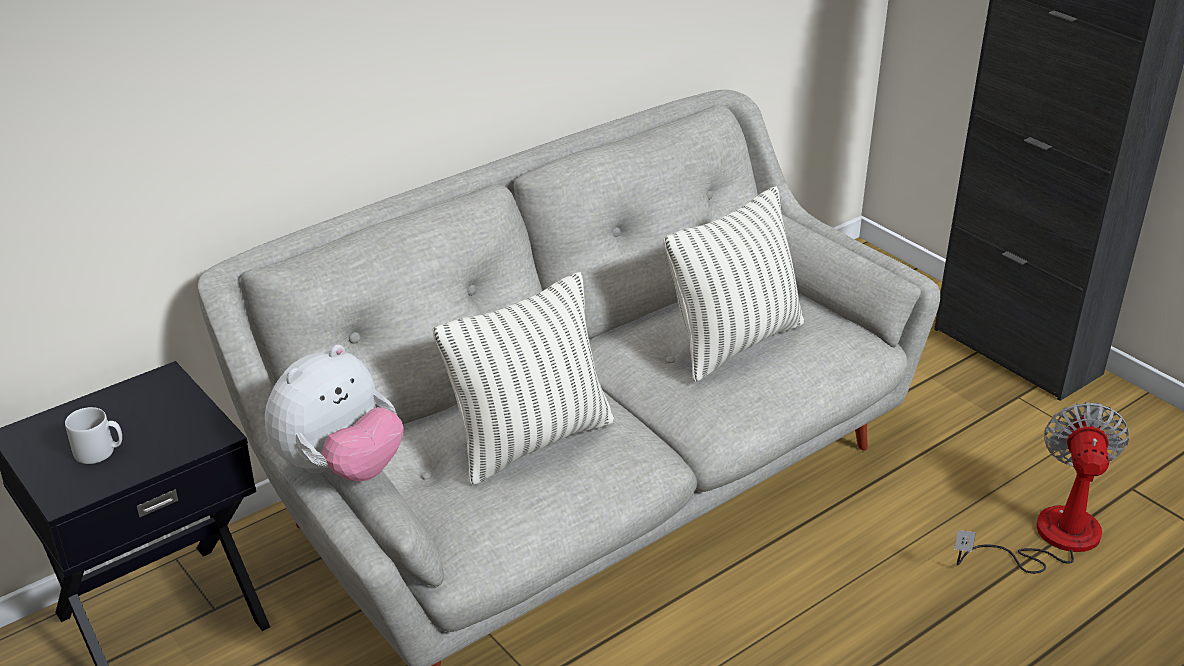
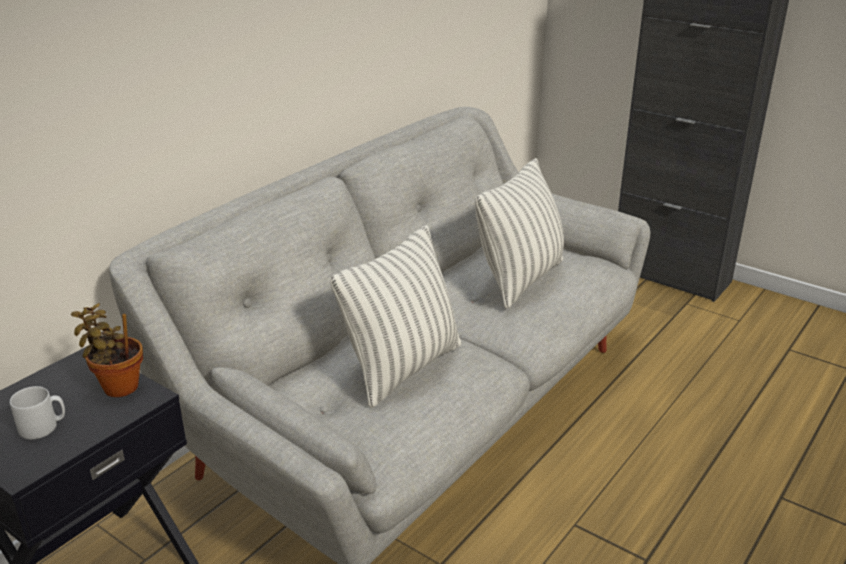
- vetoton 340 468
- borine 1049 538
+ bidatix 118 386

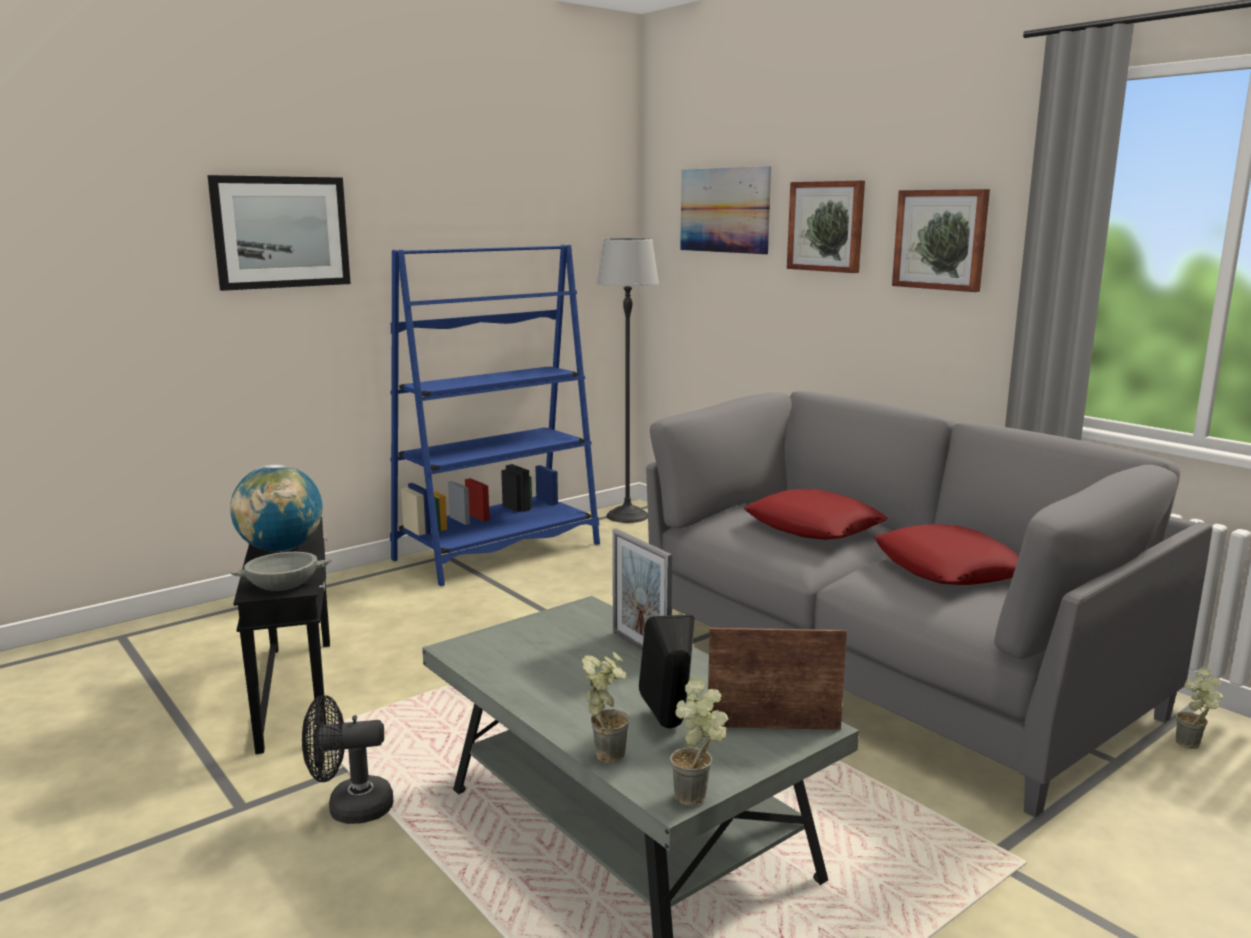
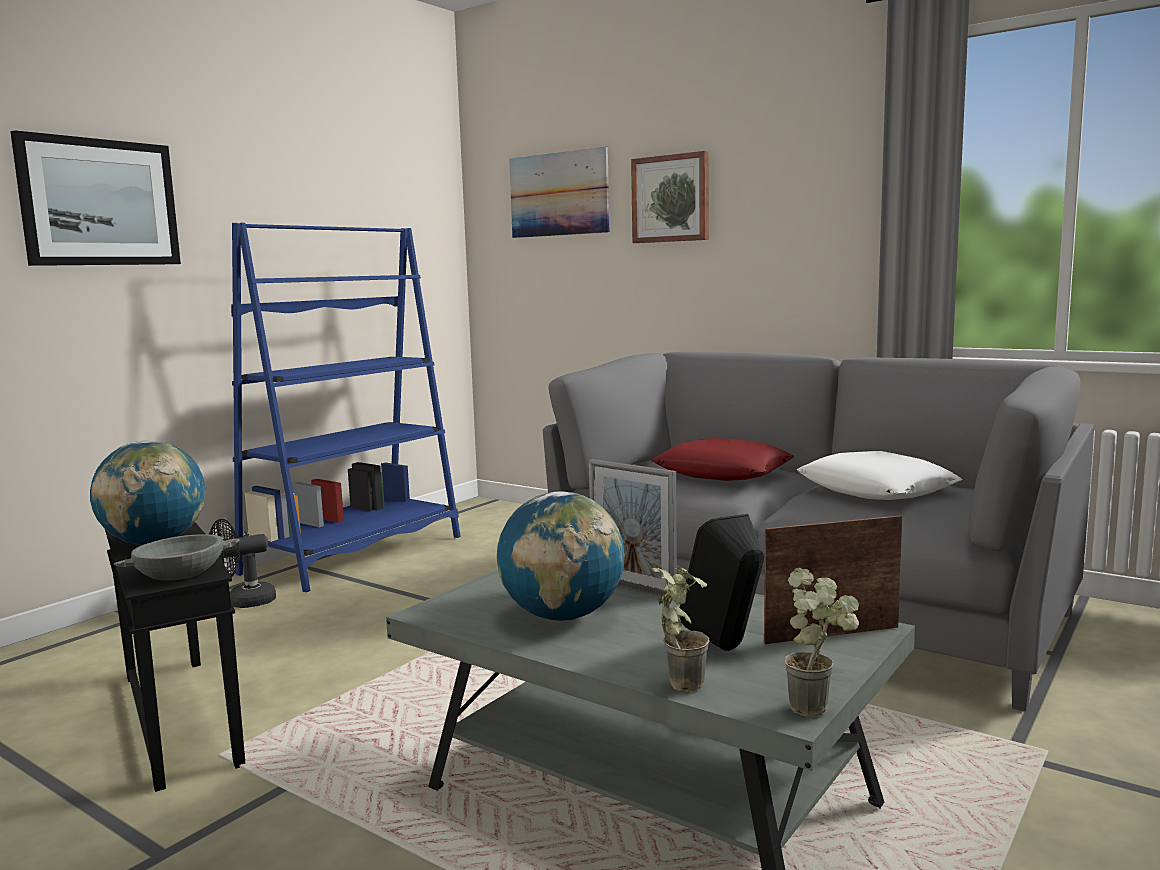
- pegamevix 941 239
- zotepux 627 516
~ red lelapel 948 568 to white lelapel 876 489
- bidatix 1194 747
~ black borine 349 808 to 244 602
+ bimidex 562 616

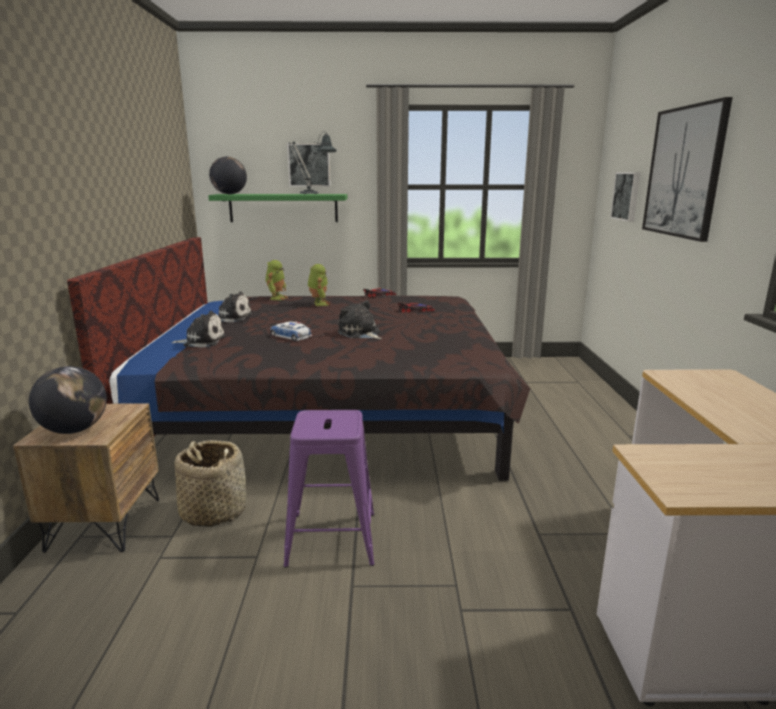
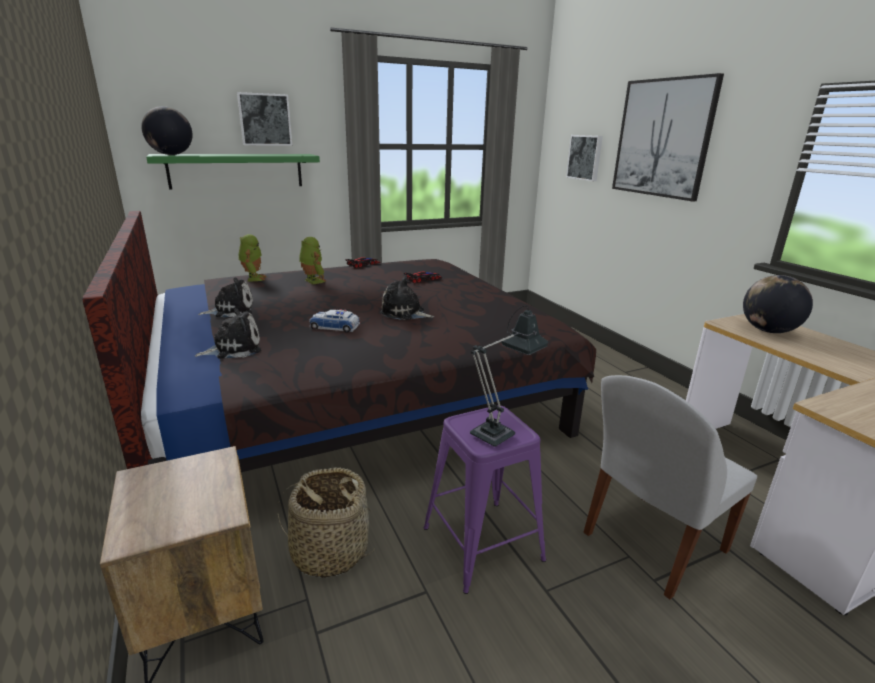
~ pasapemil 313 194 to 498 431
~ bimidex 74 430 to 768 331
+ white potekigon 651 543

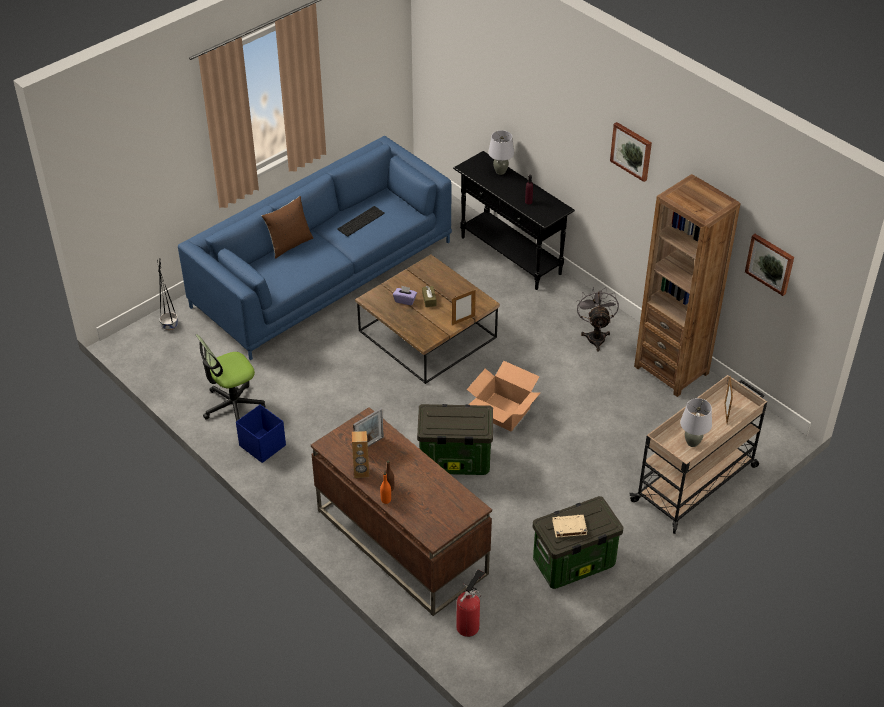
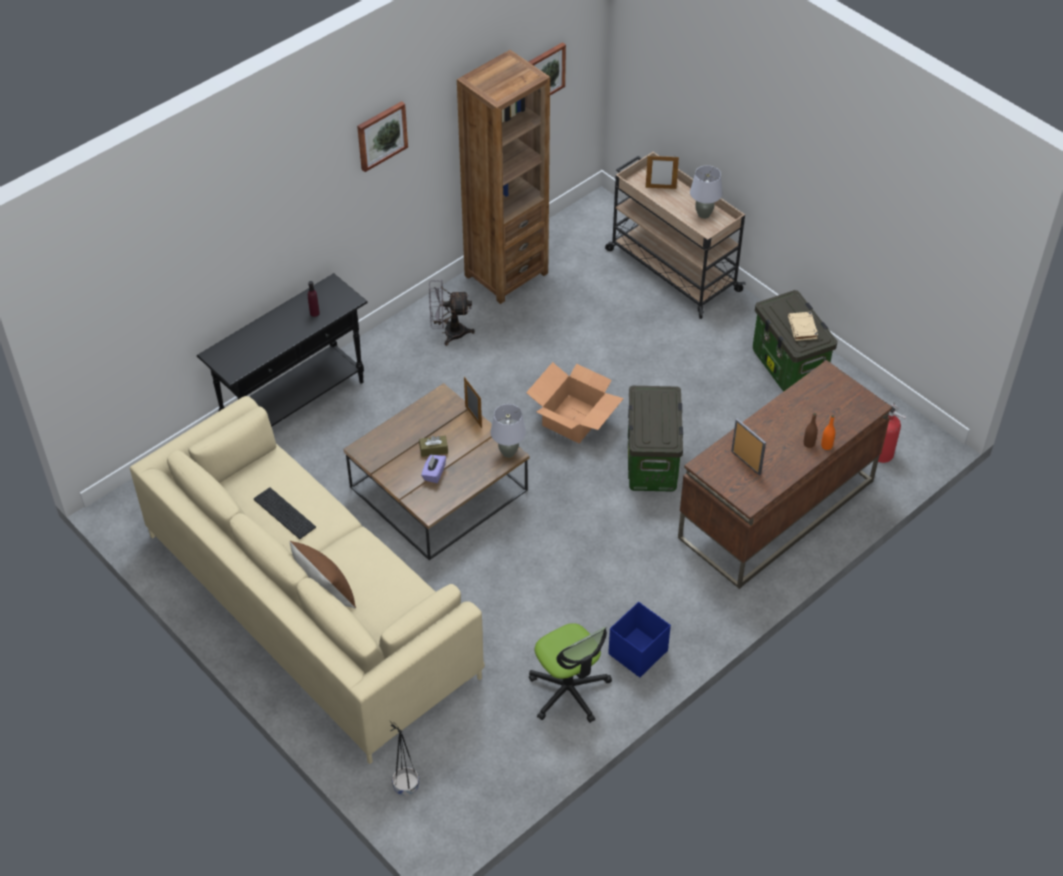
~ grey pasapemil 500 171 to 508 452
~ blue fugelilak 323 274 to beige fugelilak 311 604
- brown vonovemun 361 472

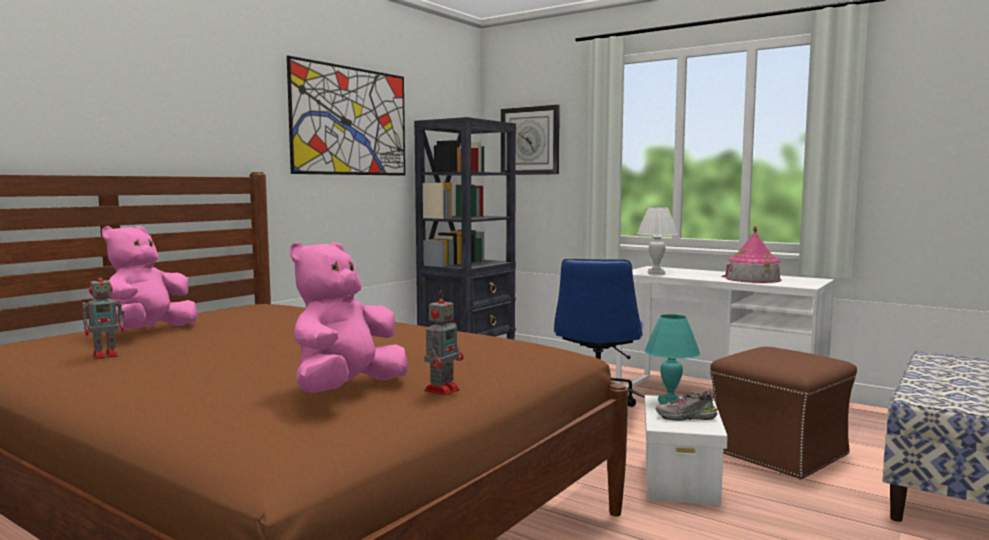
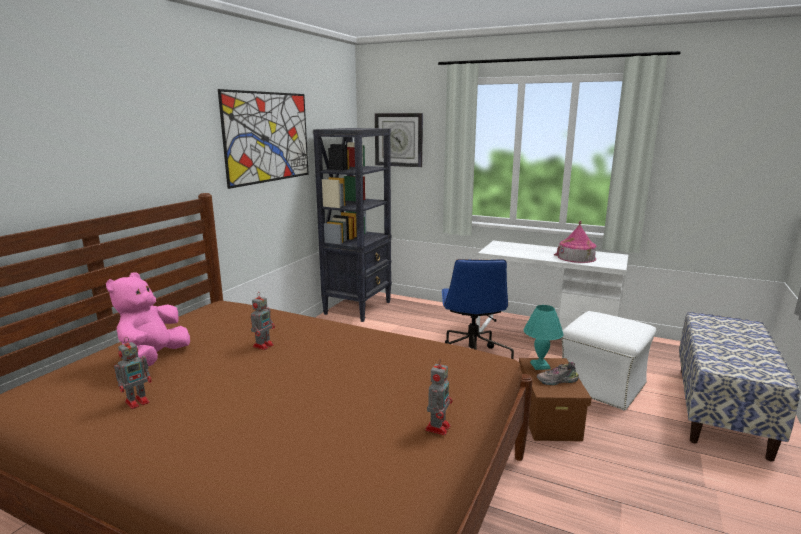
- white pasapemil 655 273
- pink vetoton 346 390
~ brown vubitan 779 453 to white vubitan 602 386
~ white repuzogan 681 479 to brown repuzogan 549 418
+ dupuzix 264 345

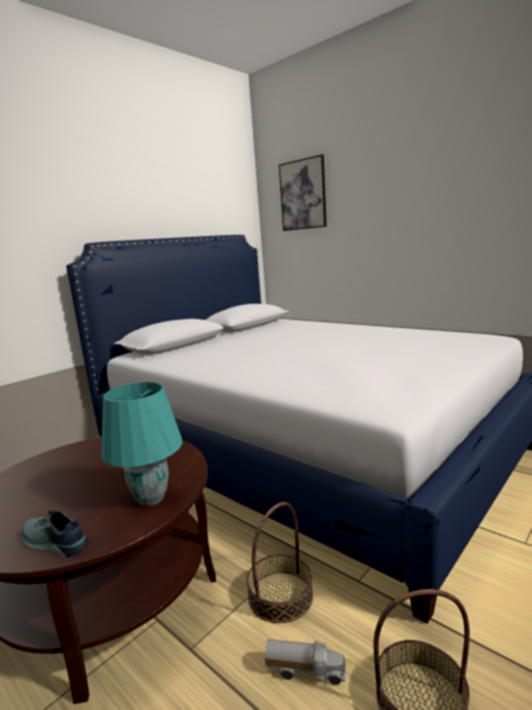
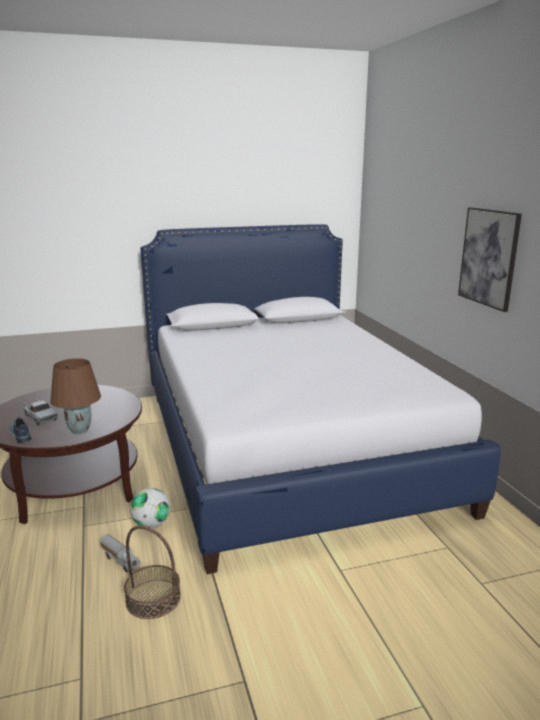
~ pegamevix 303 195 to 489 257
~ turquoise pasapemil 151 498 to brown pasapemil 80 430
~ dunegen 280 595 to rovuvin 151 524
+ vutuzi 40 417

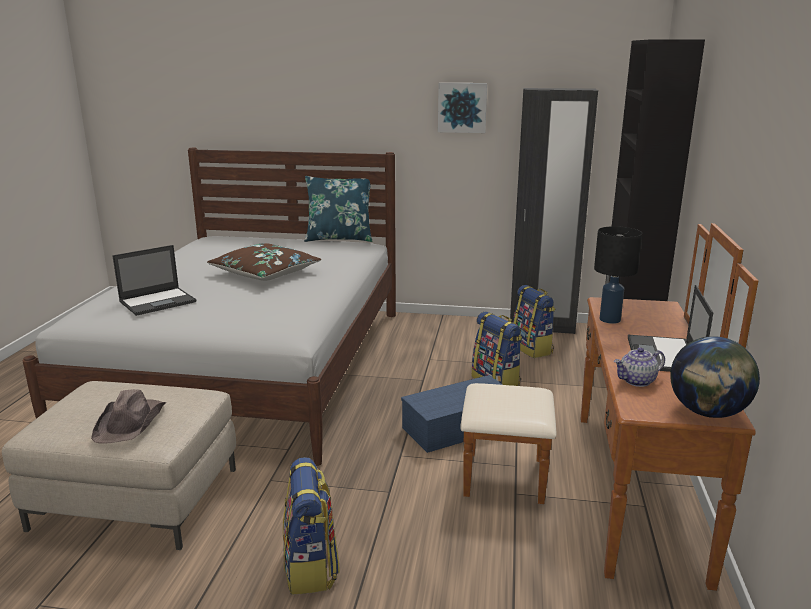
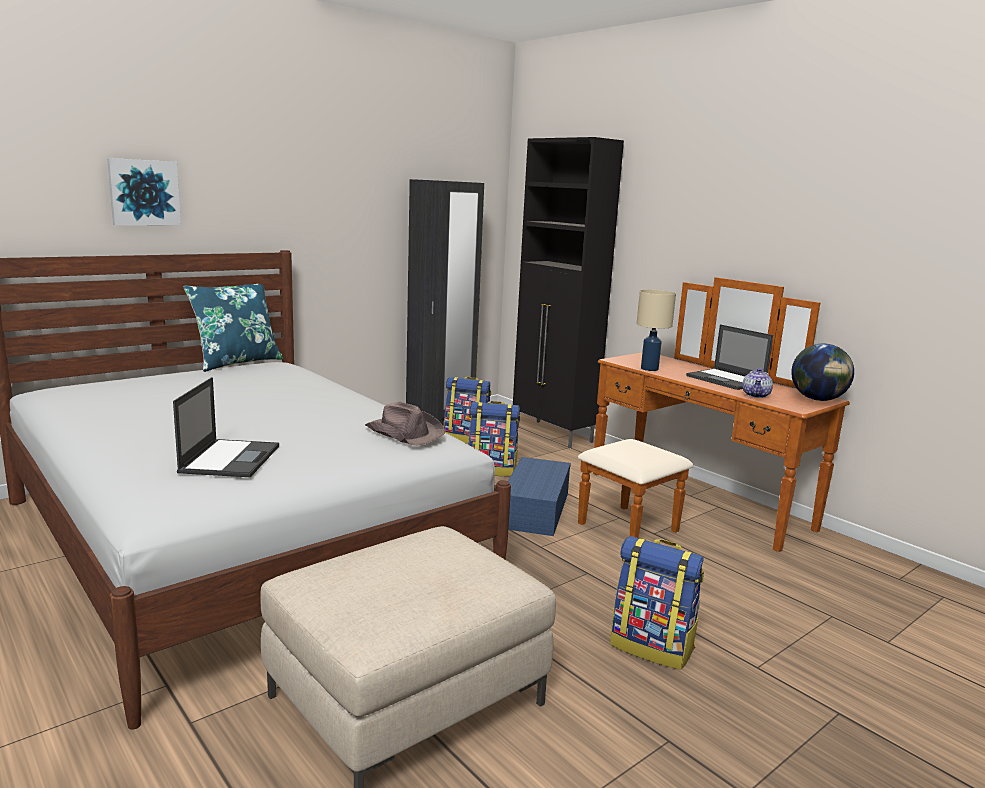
~ pegamevix 462 107 to 144 192
~ black pasapemil 610 319 to beige pasapemil 649 369
- brown lelapel 265 273
~ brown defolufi 131 422 to 404 432

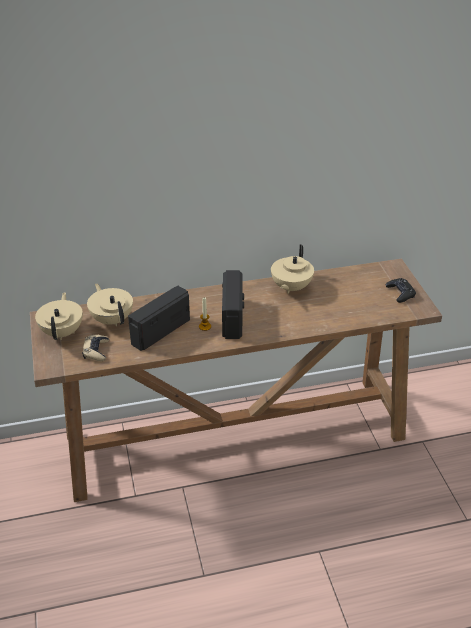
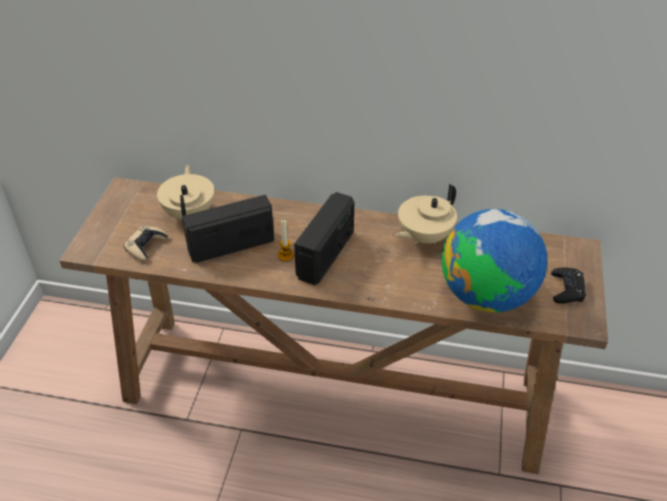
- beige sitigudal 62 332
+ bimidex 487 296

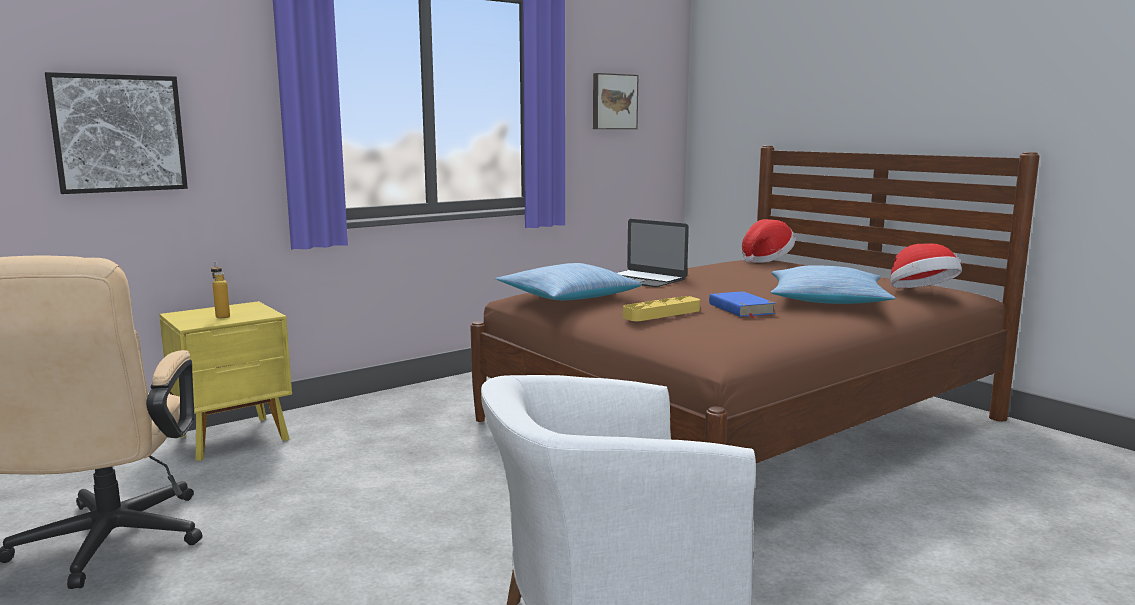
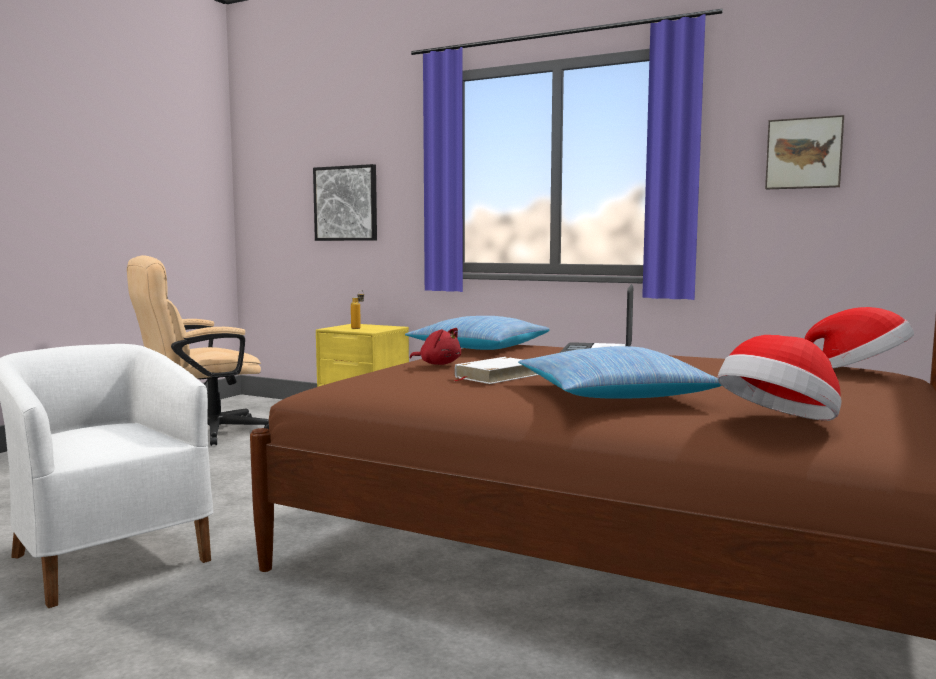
~ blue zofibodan 741 309 to white zofibodan 496 376
~ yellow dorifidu 662 313 to red vetoton 438 364

